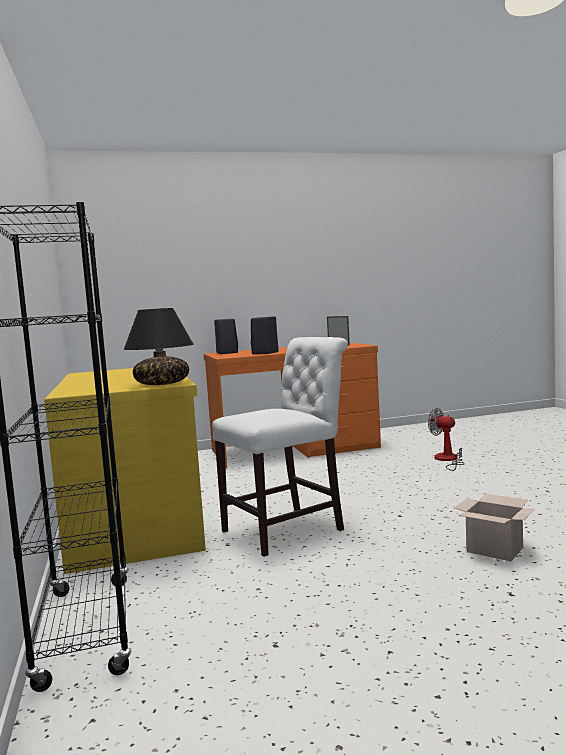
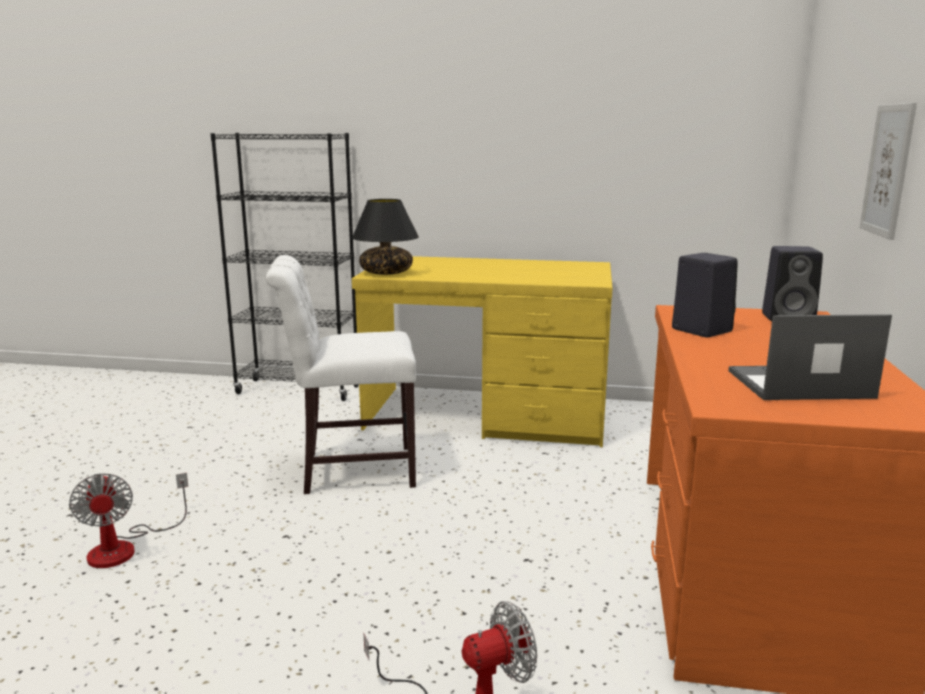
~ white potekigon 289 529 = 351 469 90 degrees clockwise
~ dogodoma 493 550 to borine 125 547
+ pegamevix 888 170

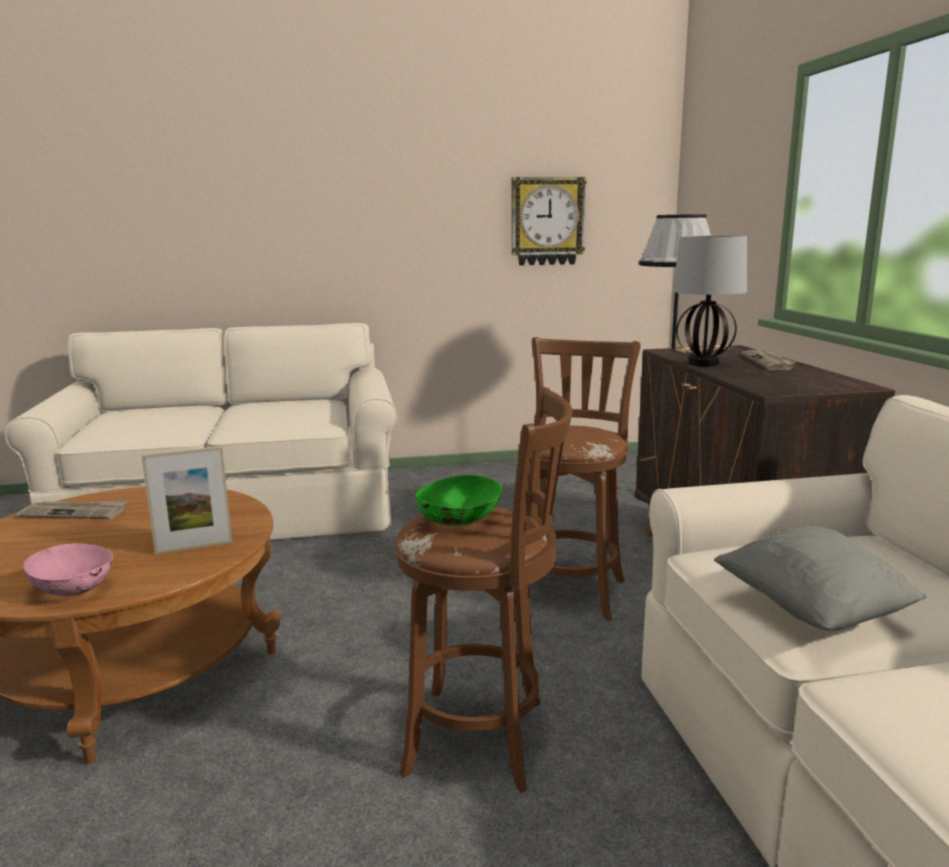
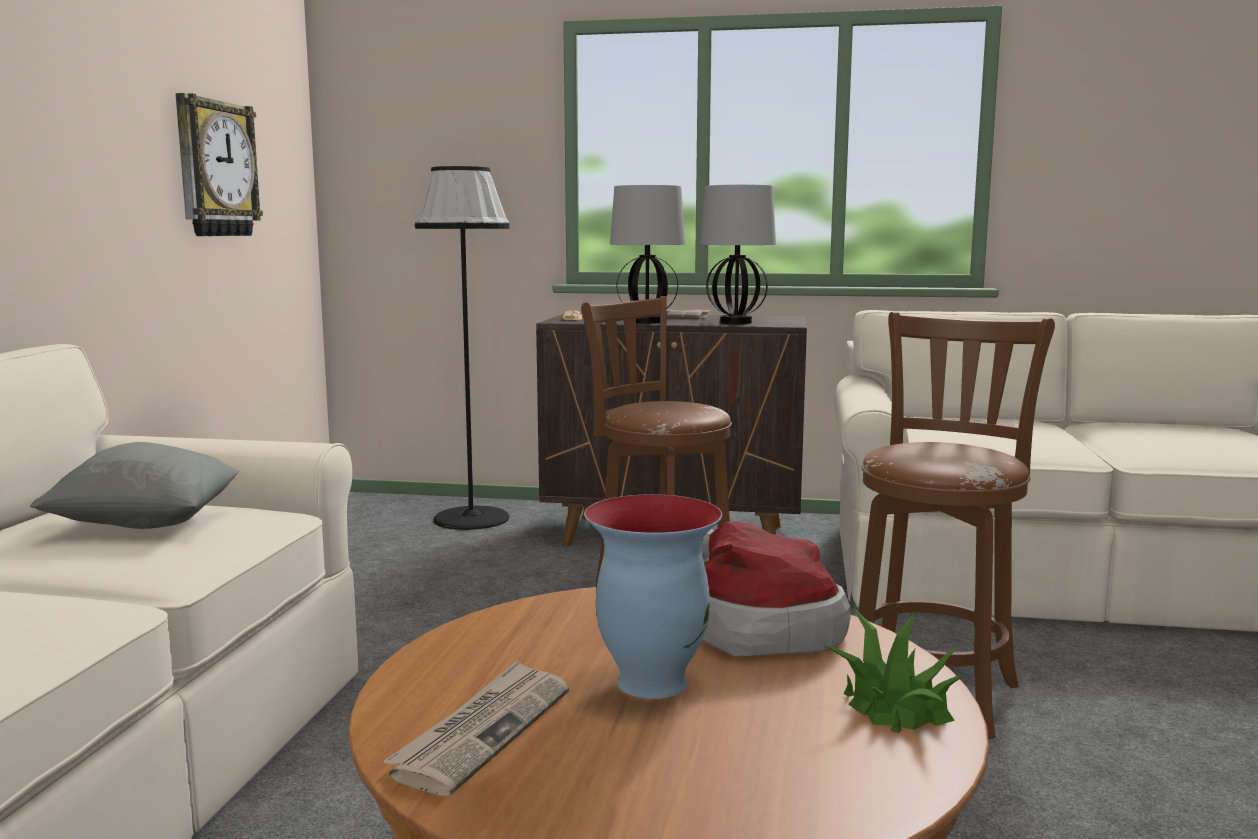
~ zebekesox 194 547 to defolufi 758 629
- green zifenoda 459 522
~ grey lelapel 811 610 to 145 524
~ pink zifenoda 75 589 to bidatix 895 705
+ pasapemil 735 322
+ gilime 650 682

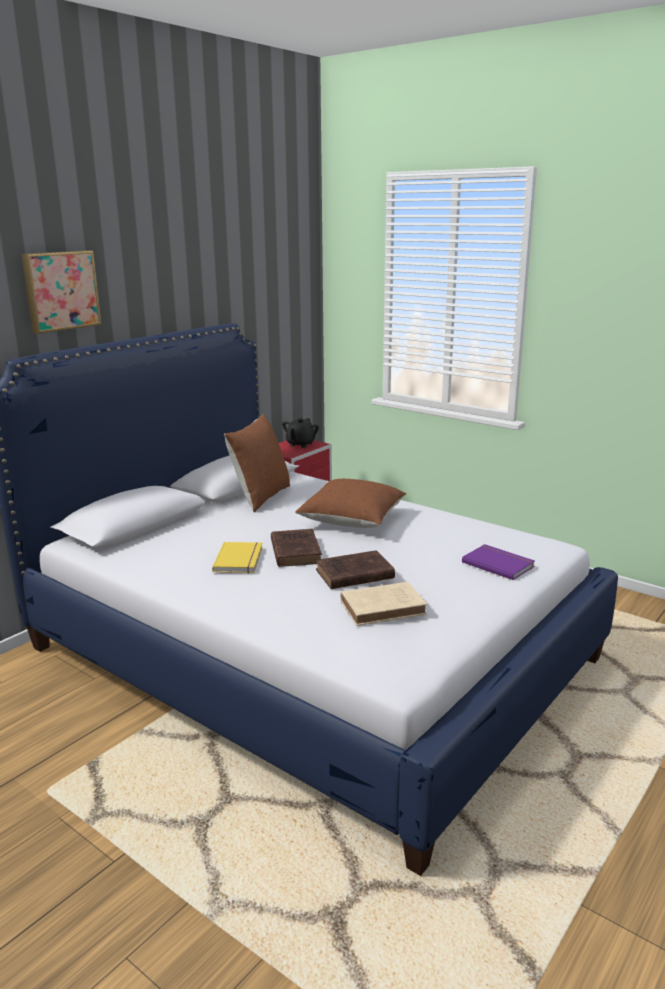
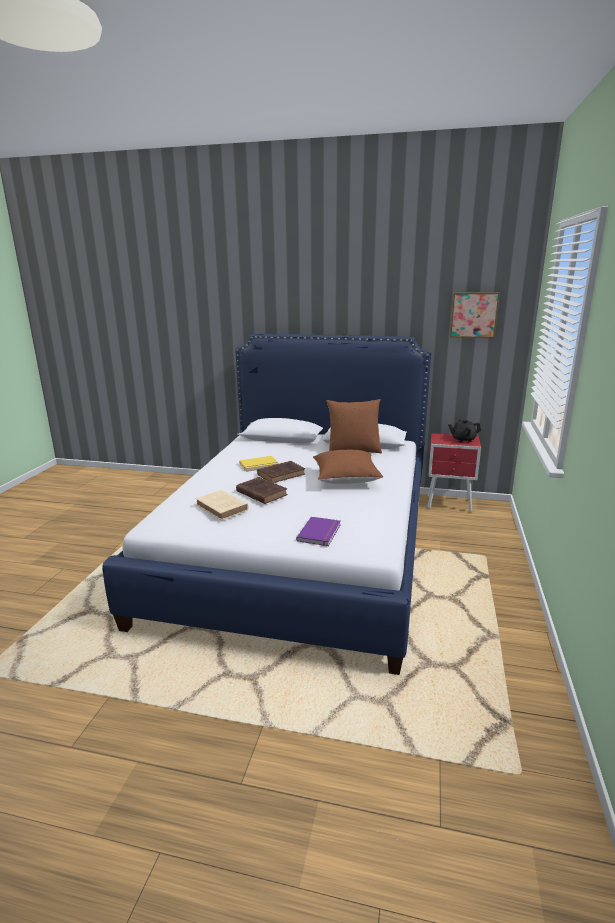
~ pegamevix 60 290 to 473 315

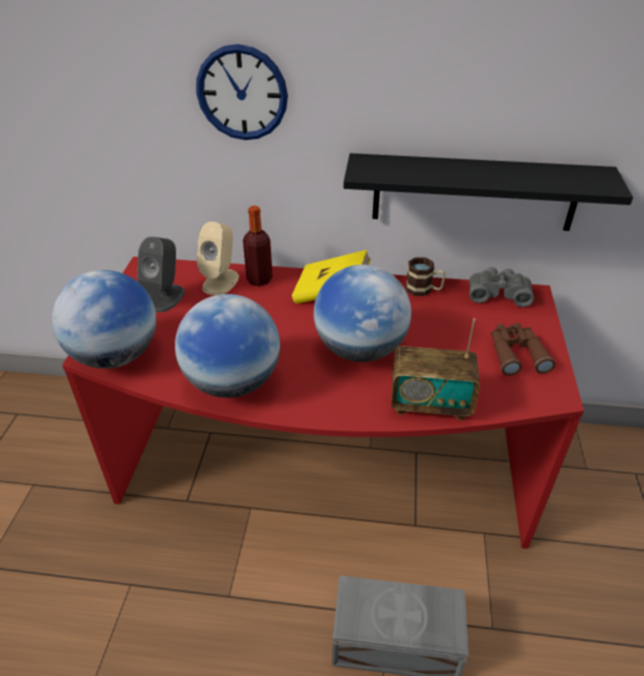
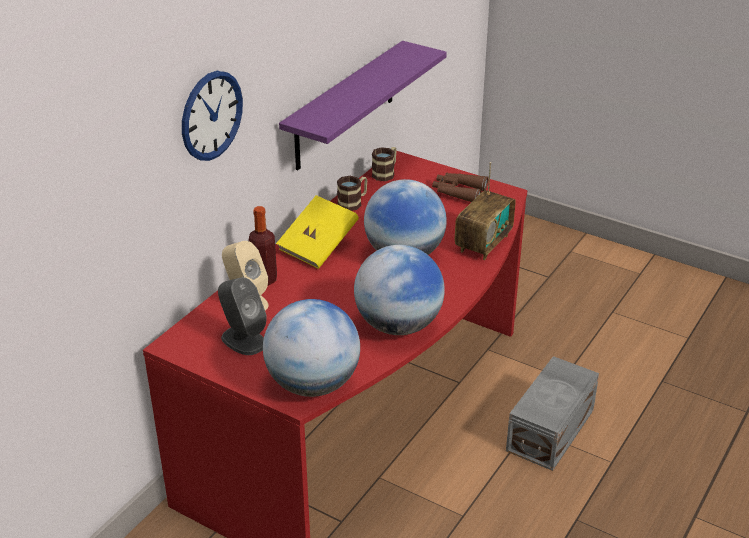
~ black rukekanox 474 192 to purple rukekanox 345 106
~ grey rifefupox 498 293 to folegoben 386 173

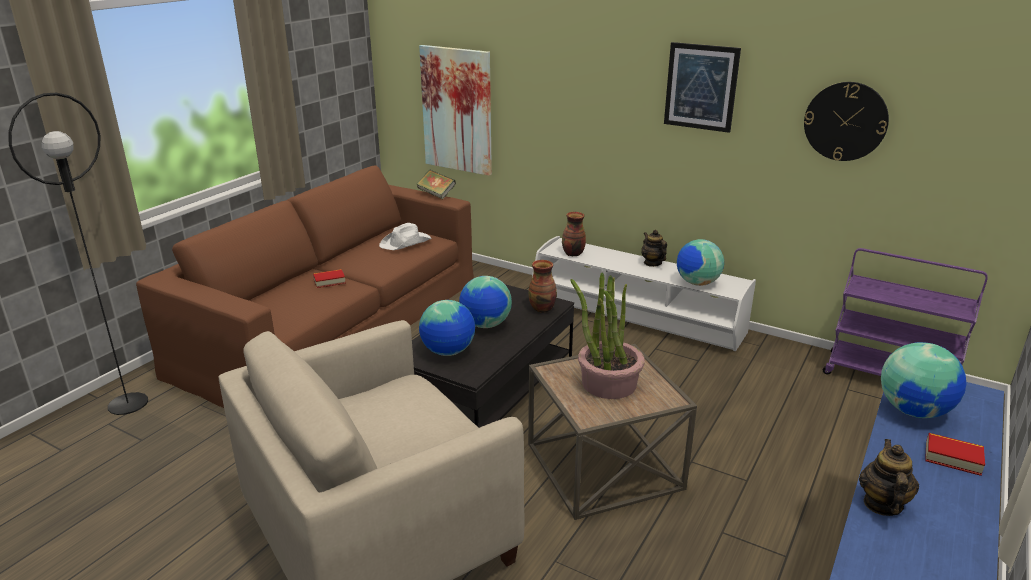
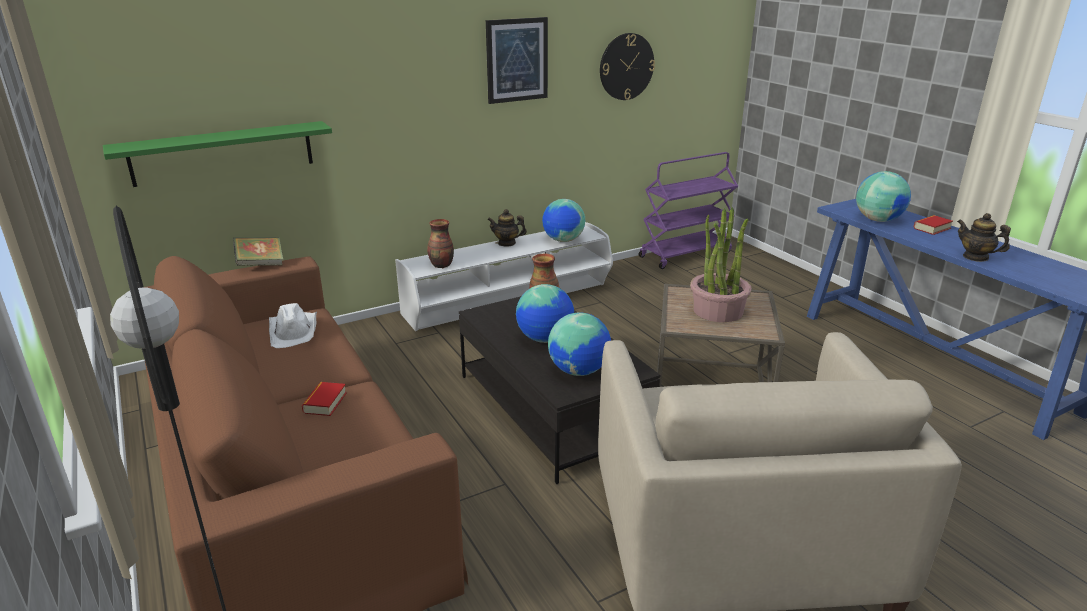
~ pegamevix 457 110 to green rukekanox 223 153

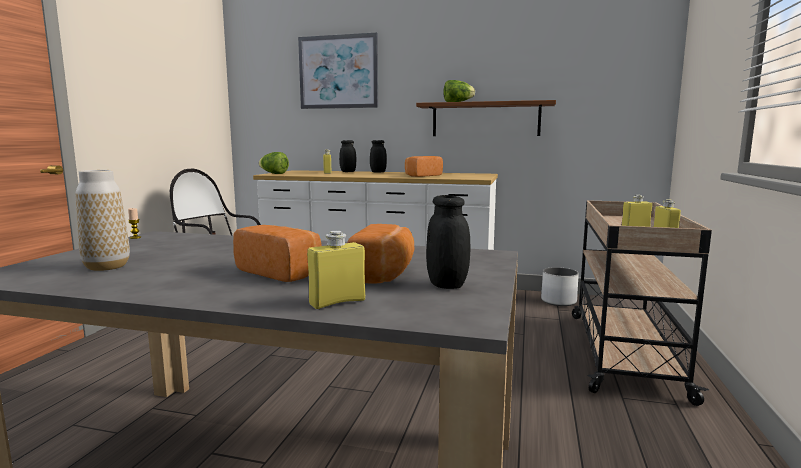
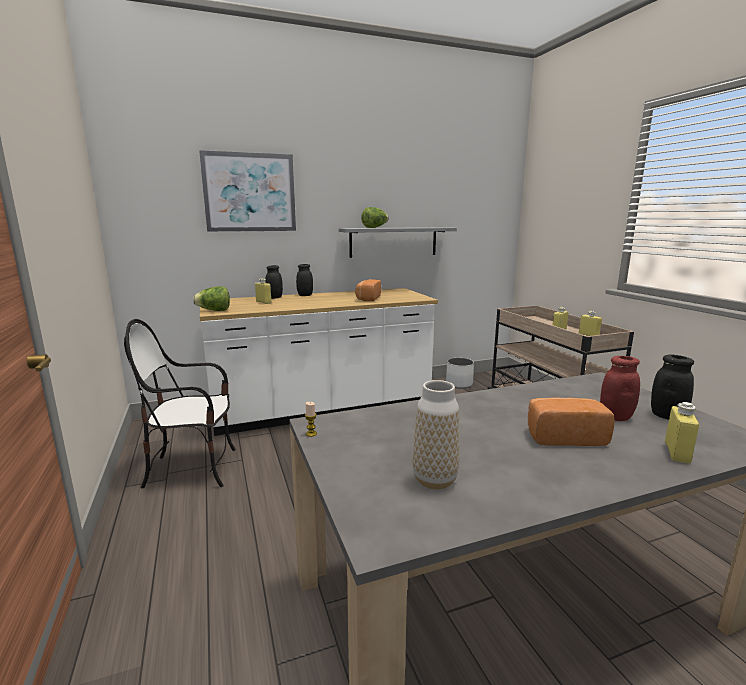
~ brown rukekanox 485 119 to grey rukekanox 393 242
~ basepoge 384 274 to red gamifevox 615 417

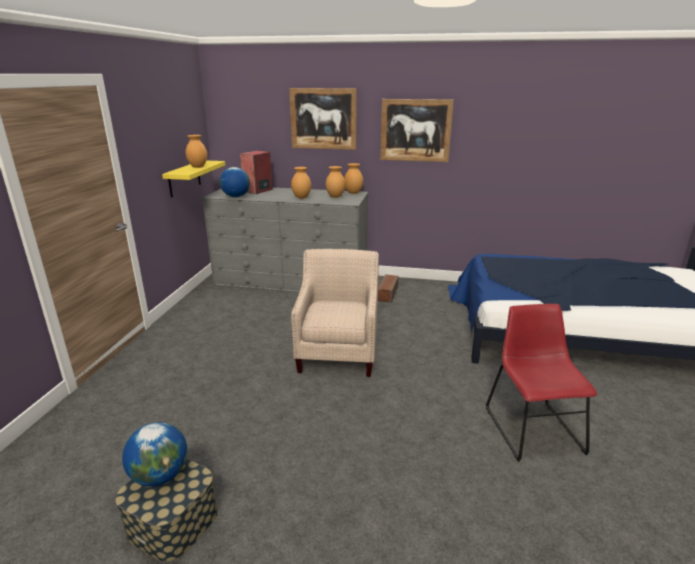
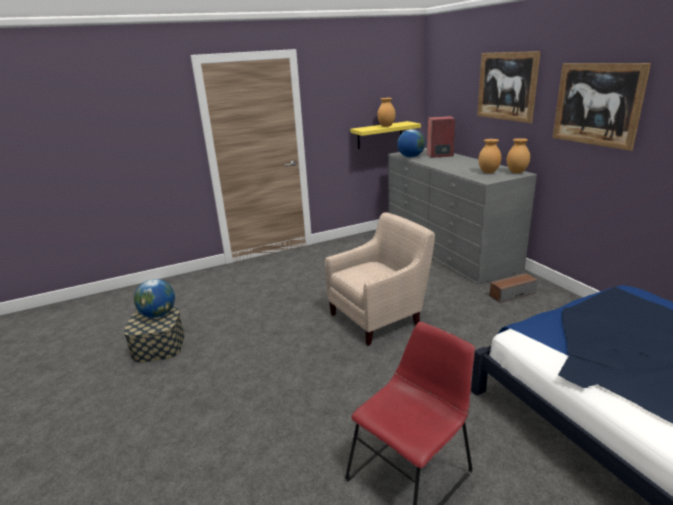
- brown gilime 301 197

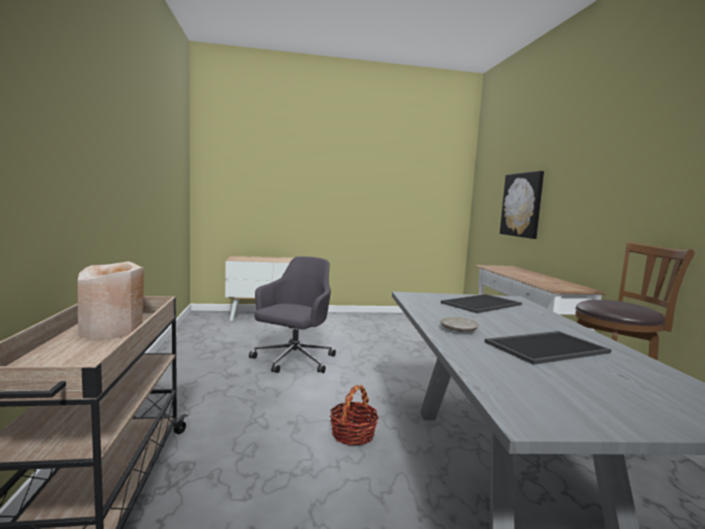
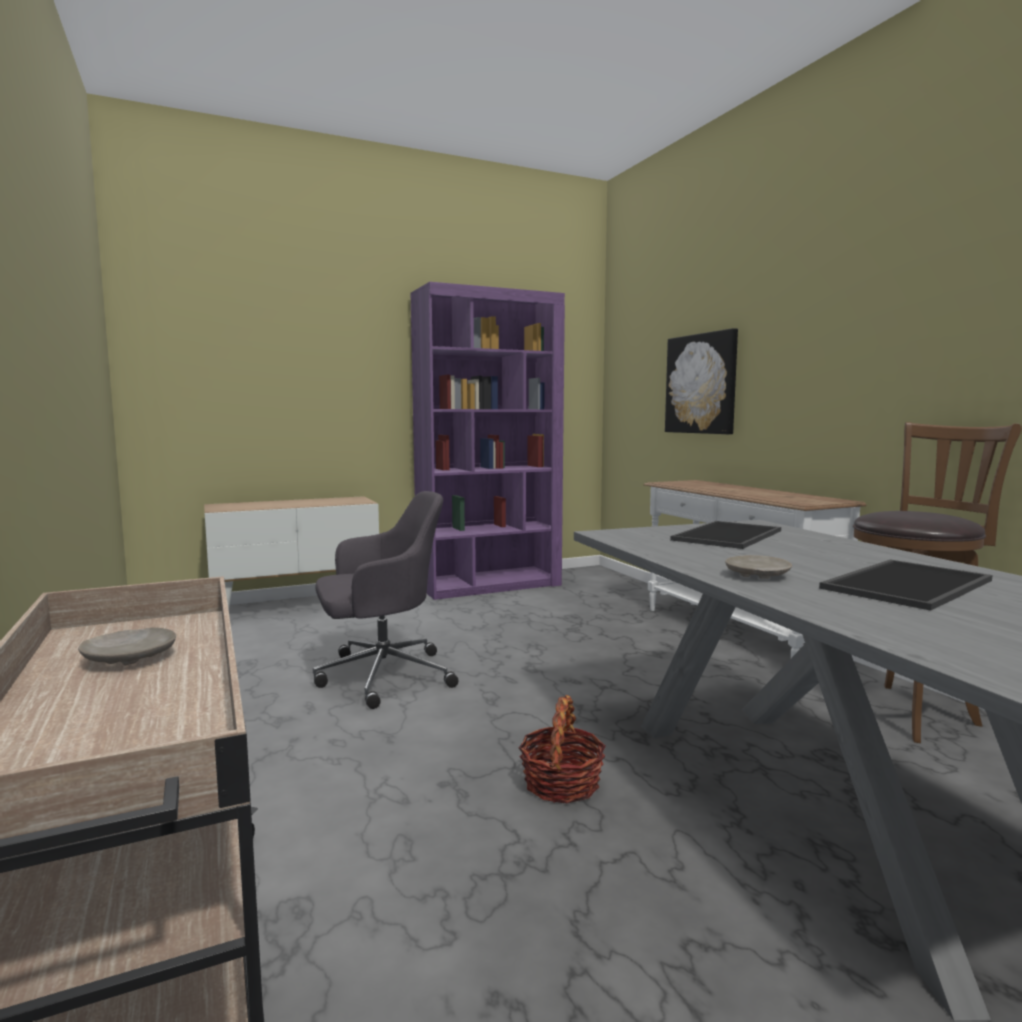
~ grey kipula 293 360 = 381 676 60 degrees clockwise
~ beige gilime 112 330 to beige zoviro 130 658
+ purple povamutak 489 585

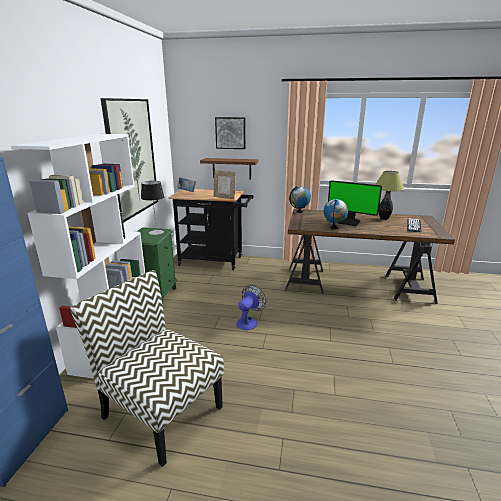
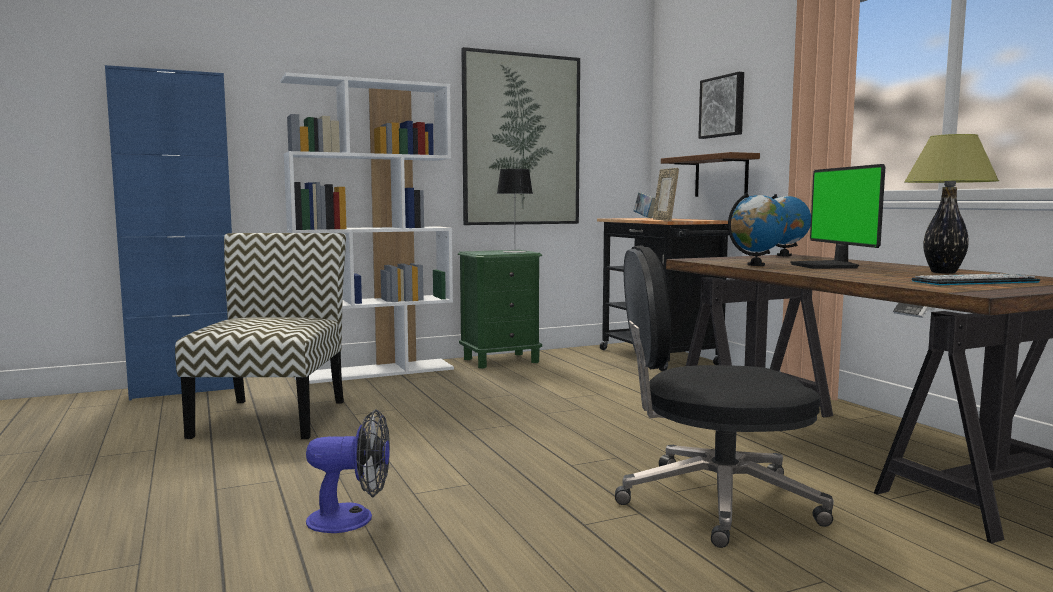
~ borine 249 321 to 352 519
+ black kipula 714 501

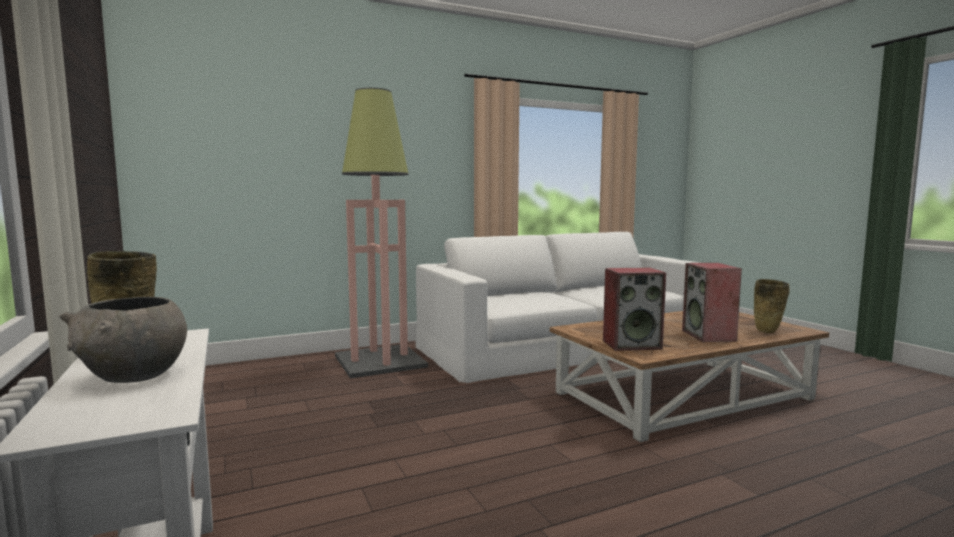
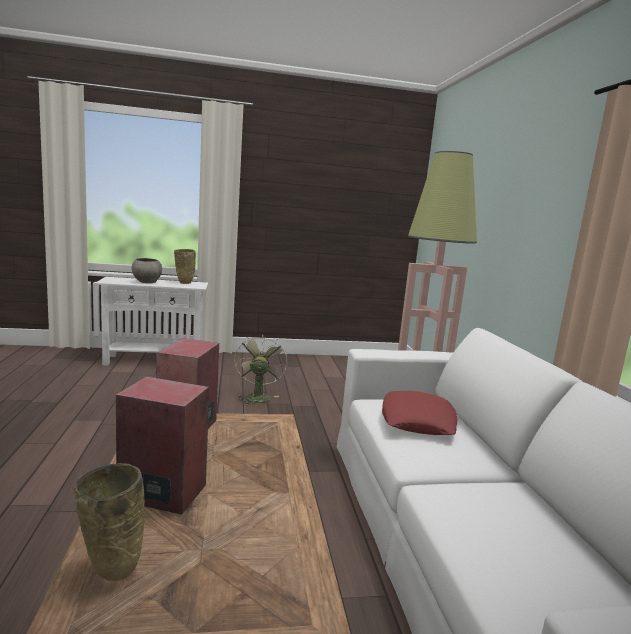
+ green borine 257 396
+ red lelapel 417 421

